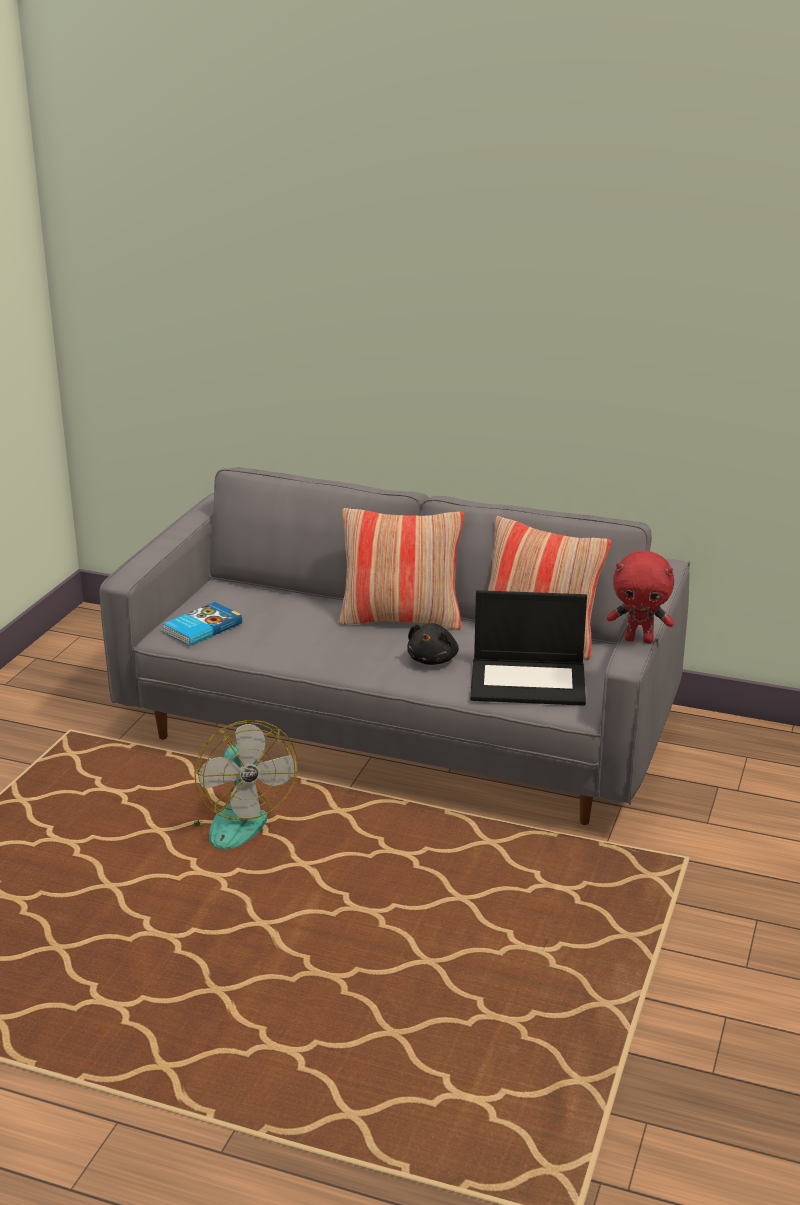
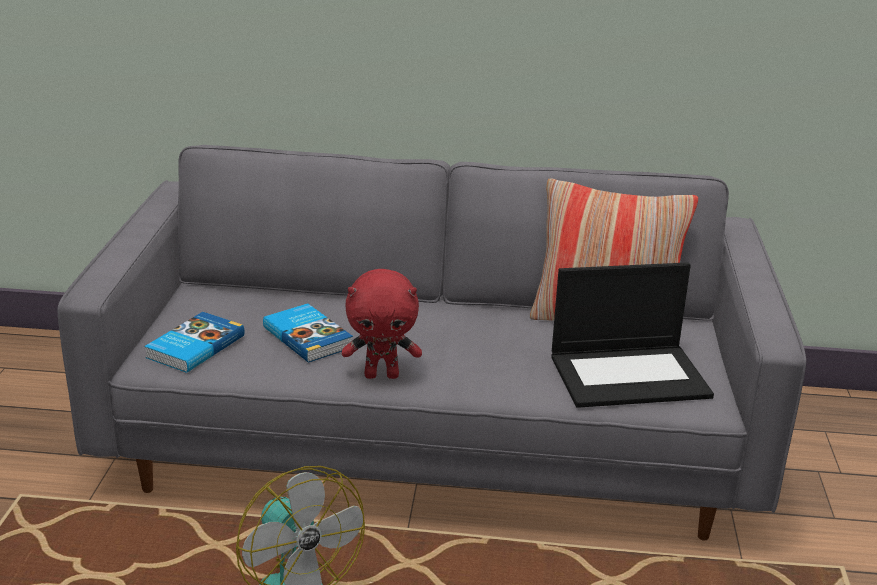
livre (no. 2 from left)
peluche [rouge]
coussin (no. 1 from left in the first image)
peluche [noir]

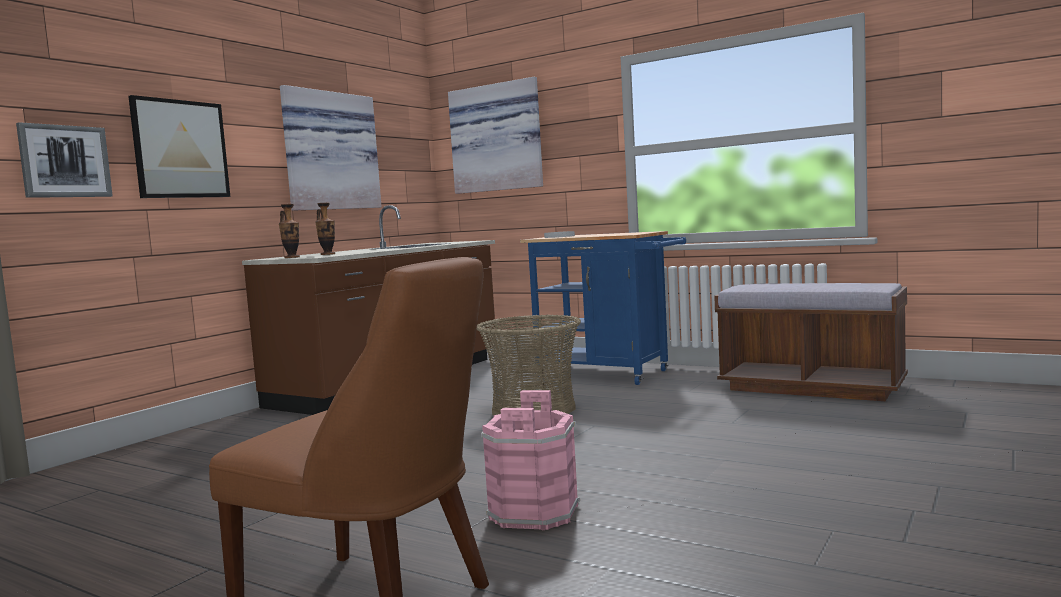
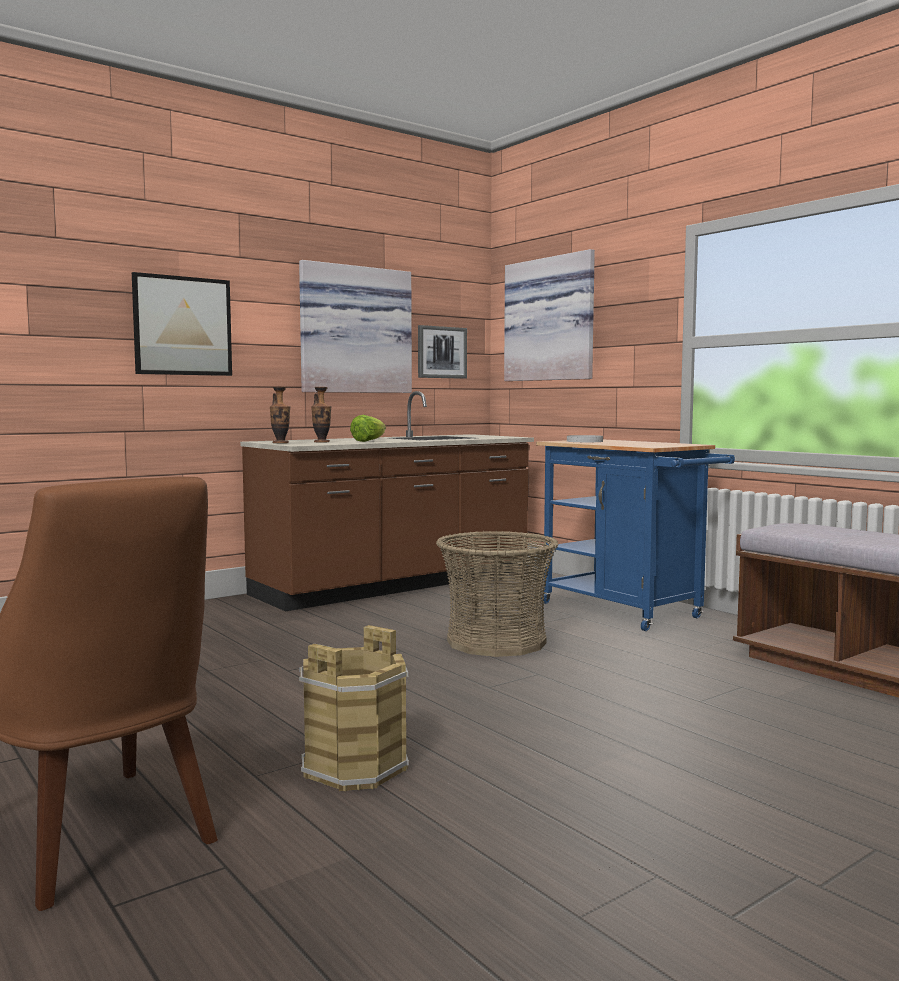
seau [marron]
laitue
tableau (no. 3 from left)

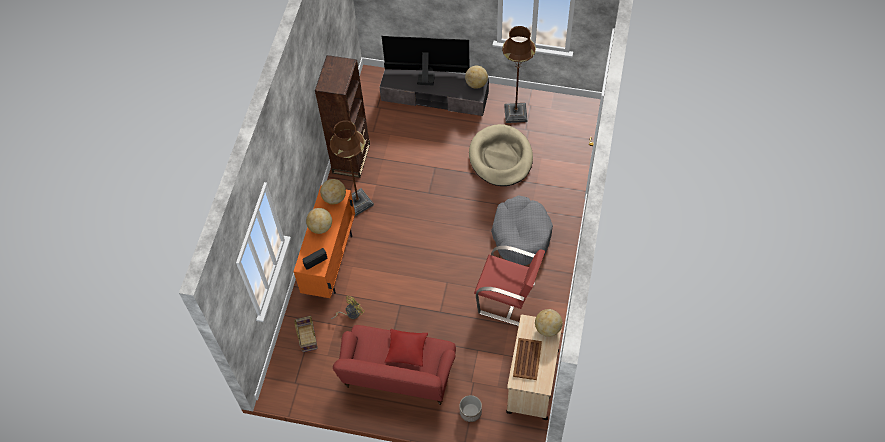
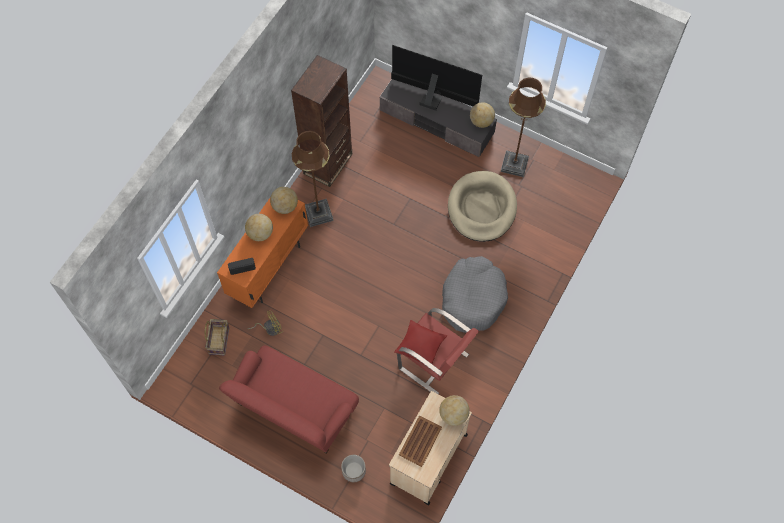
coussin [rouge]

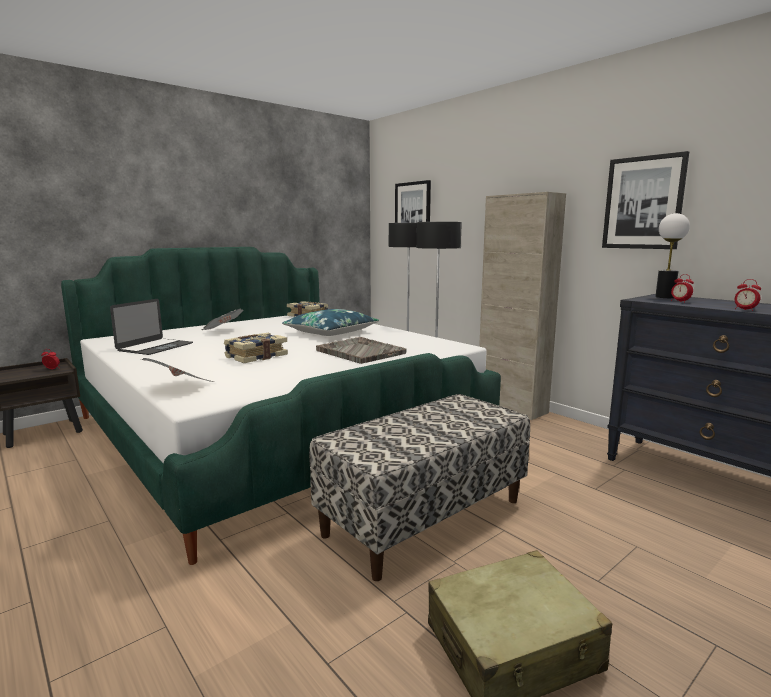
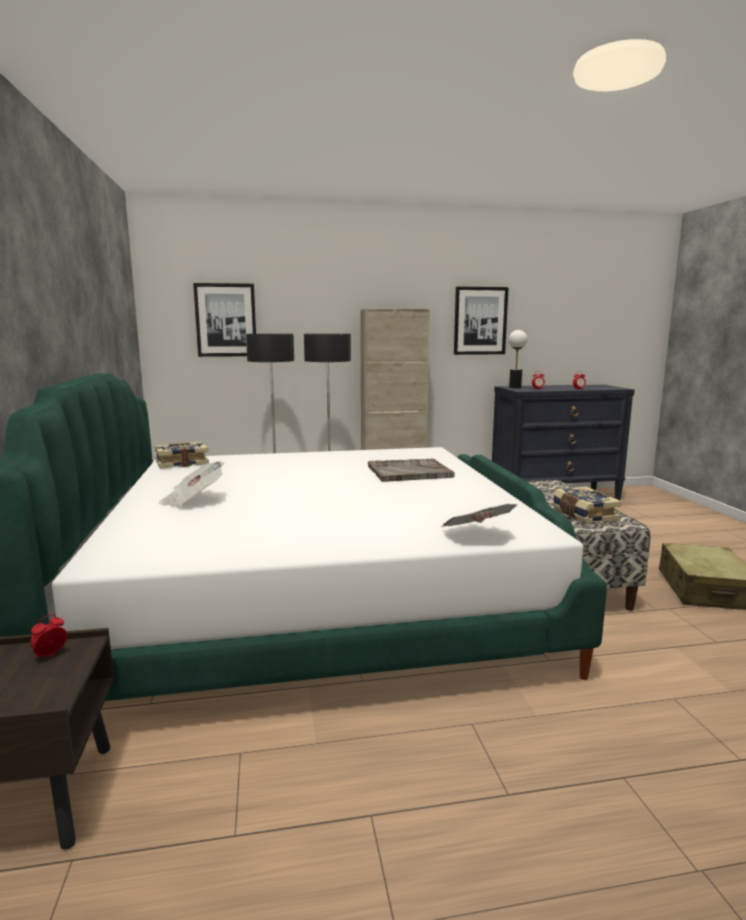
livre (no. 2 from left)
ordinateur portable
coussin [bleu]

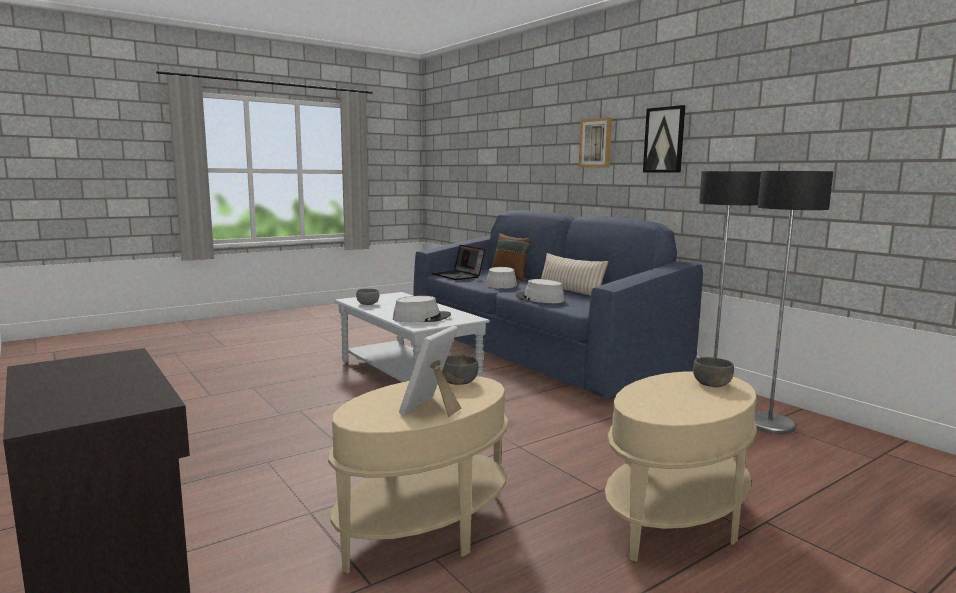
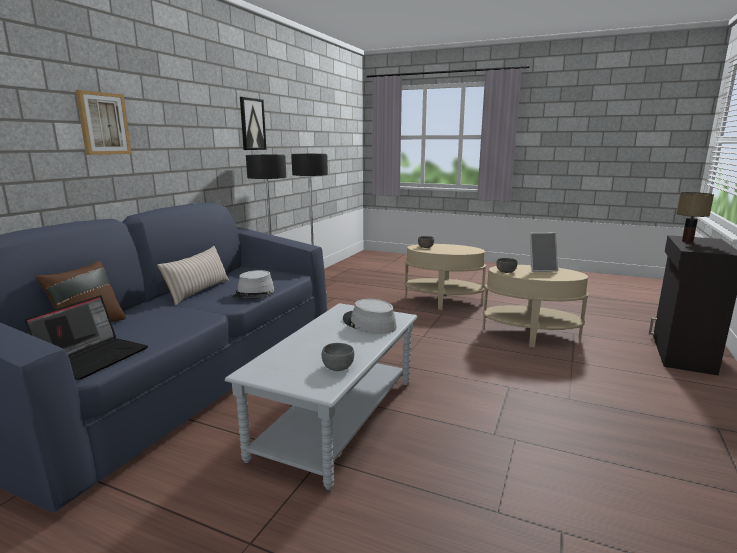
tableau (no. 2 from left)
lampe de table
chapeau [gris] (no. 2 from left in the first image)

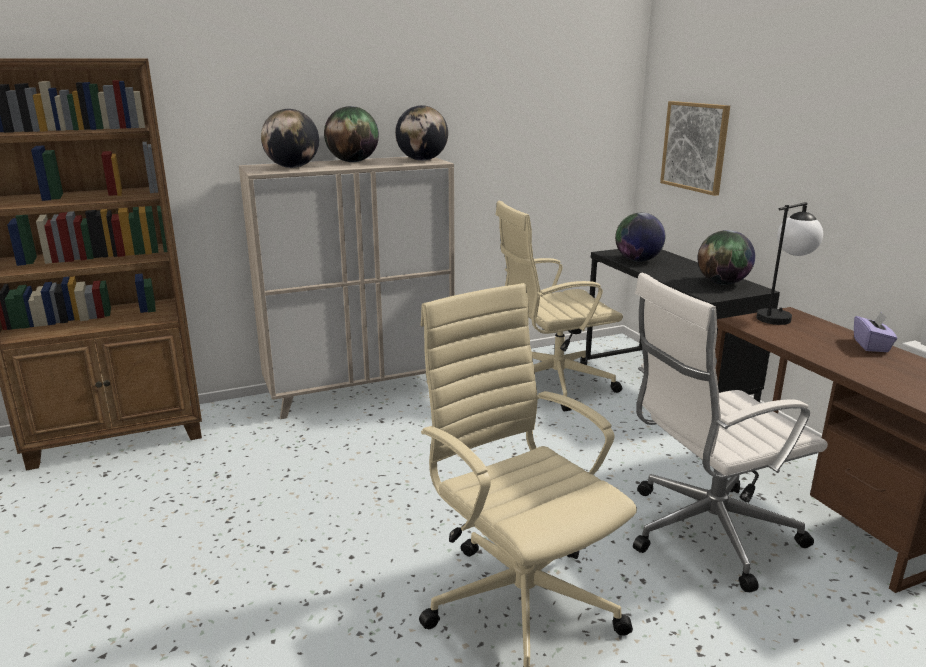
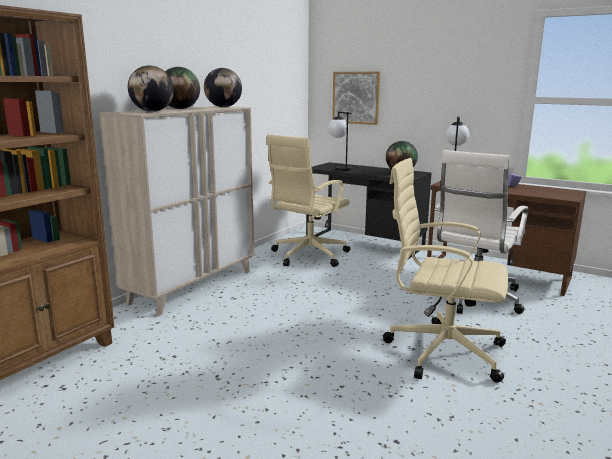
lampe de table (no. 1 from left)

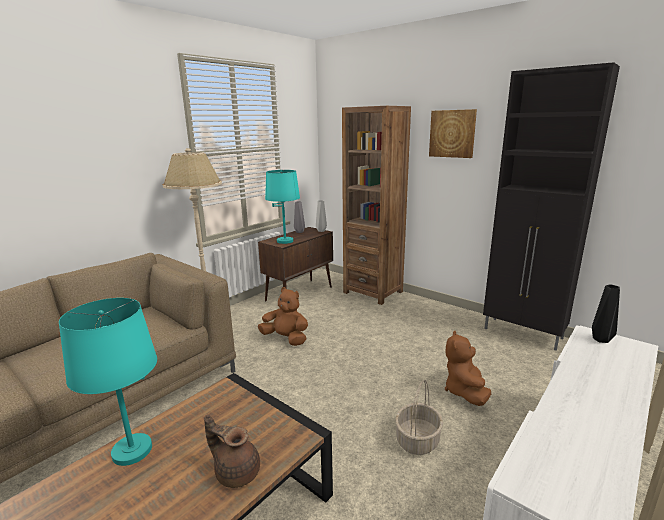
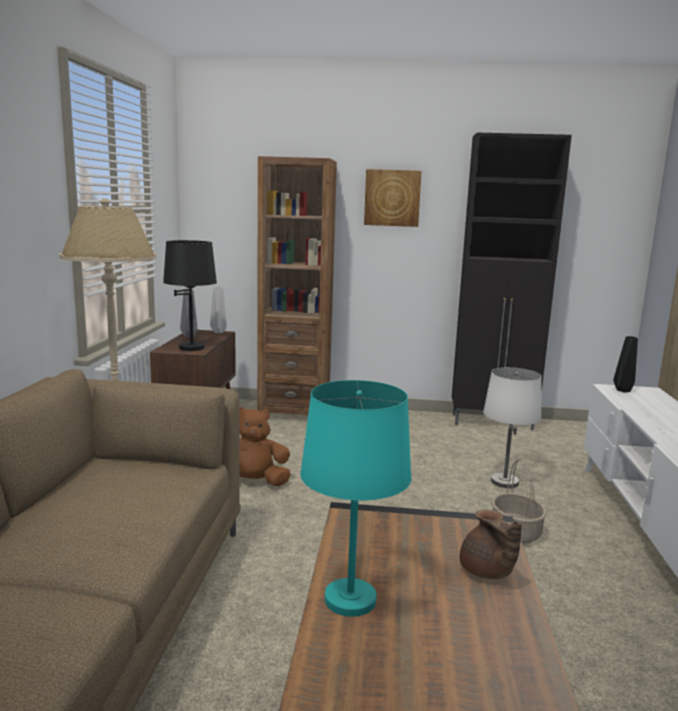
lampe de table [noir]
théière [marron]
lampe de table [blanc]

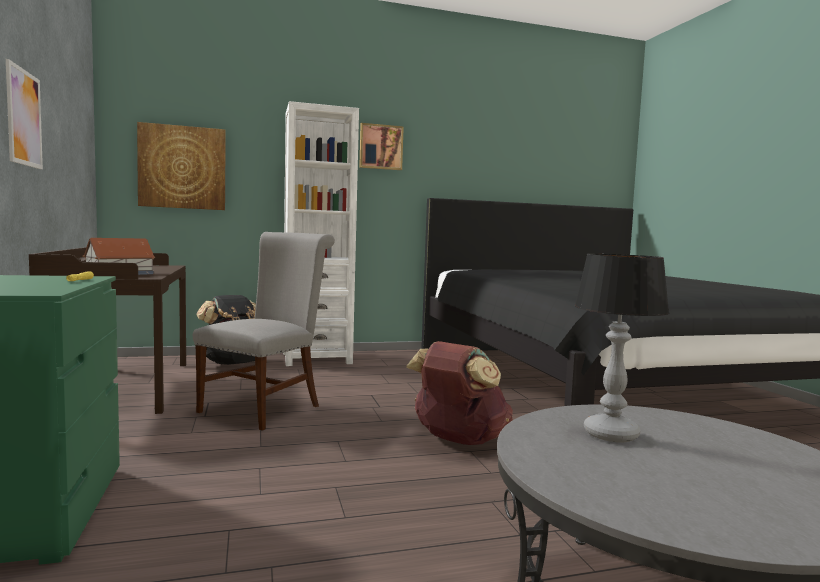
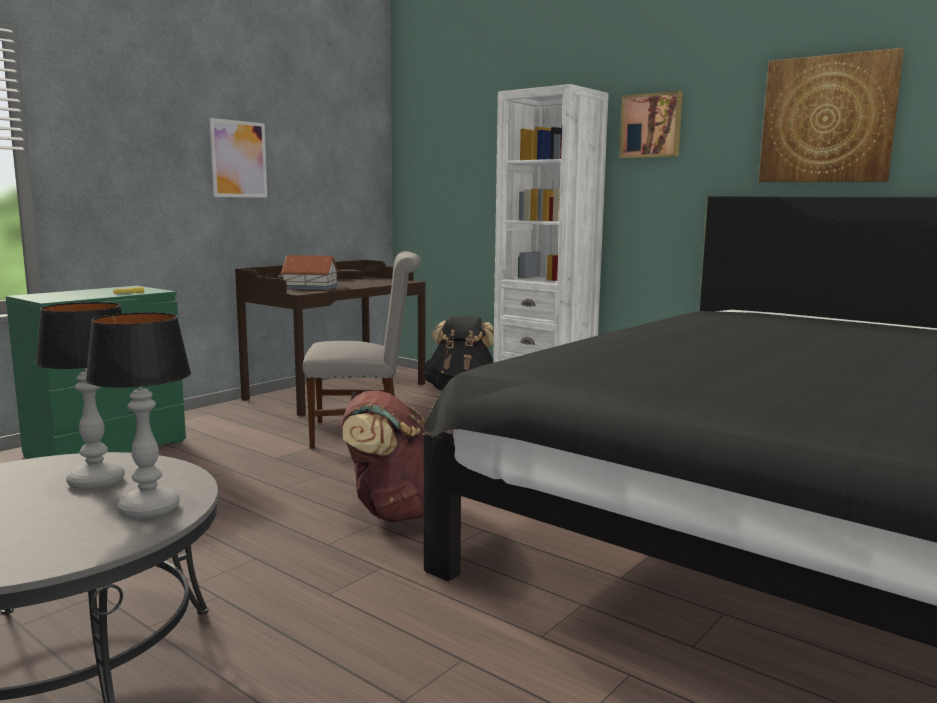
lampe de table (no. 2 from left)
tableau (no. 3 from left)

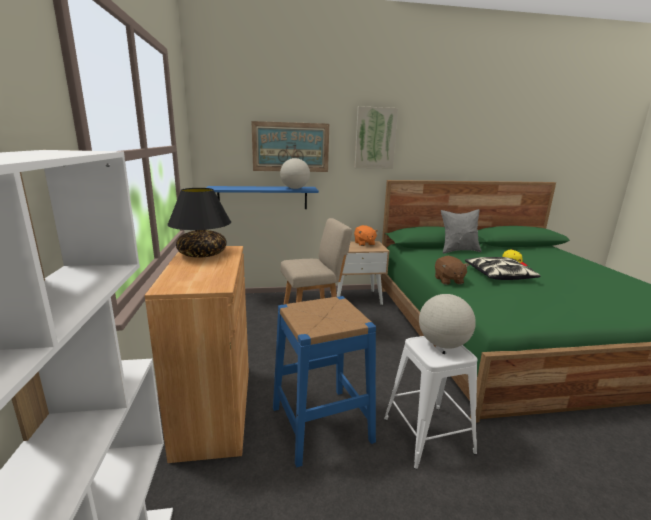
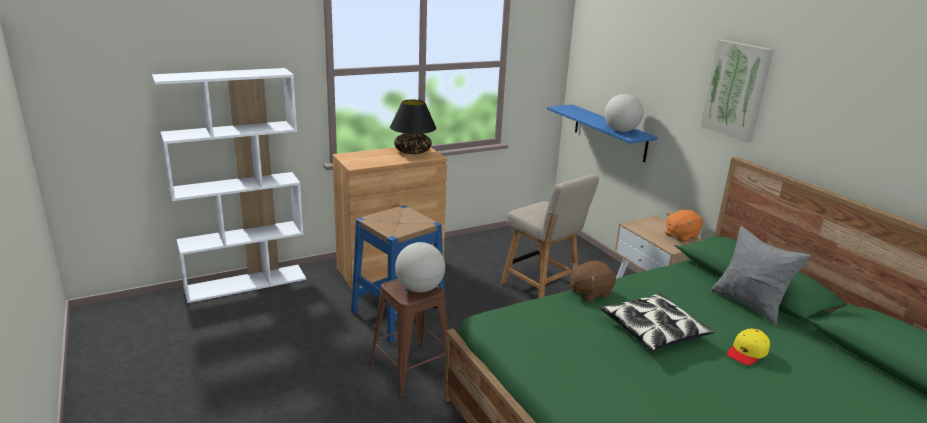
tabouret [marron]
tableau (no. 1 from left in the first image)

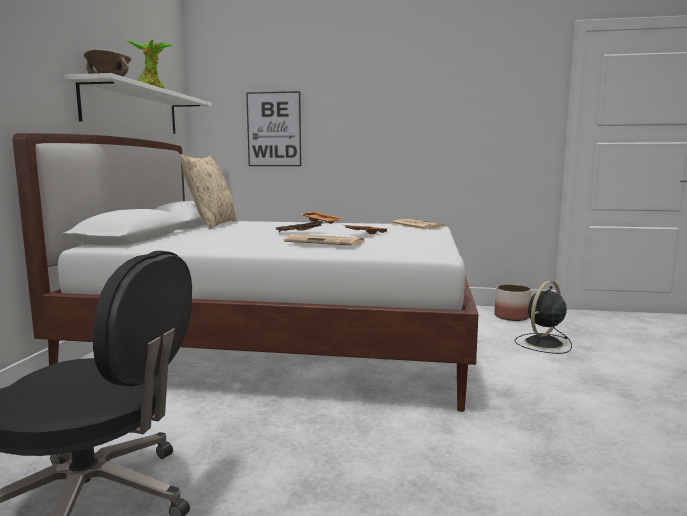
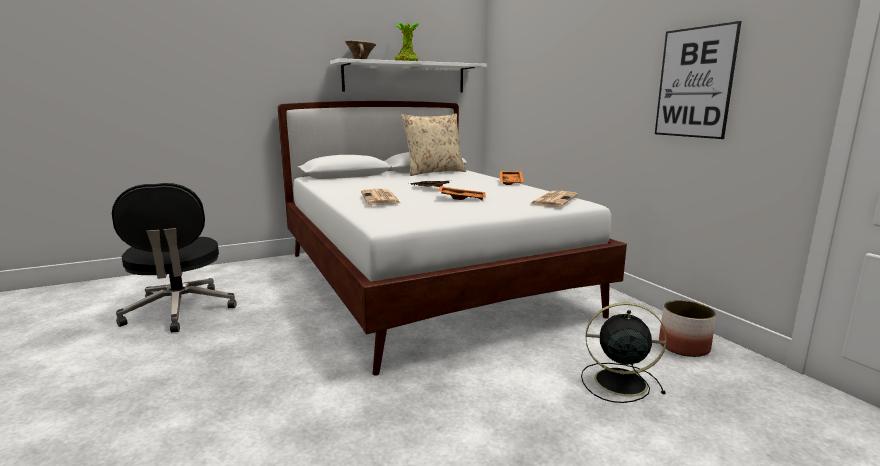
tableau

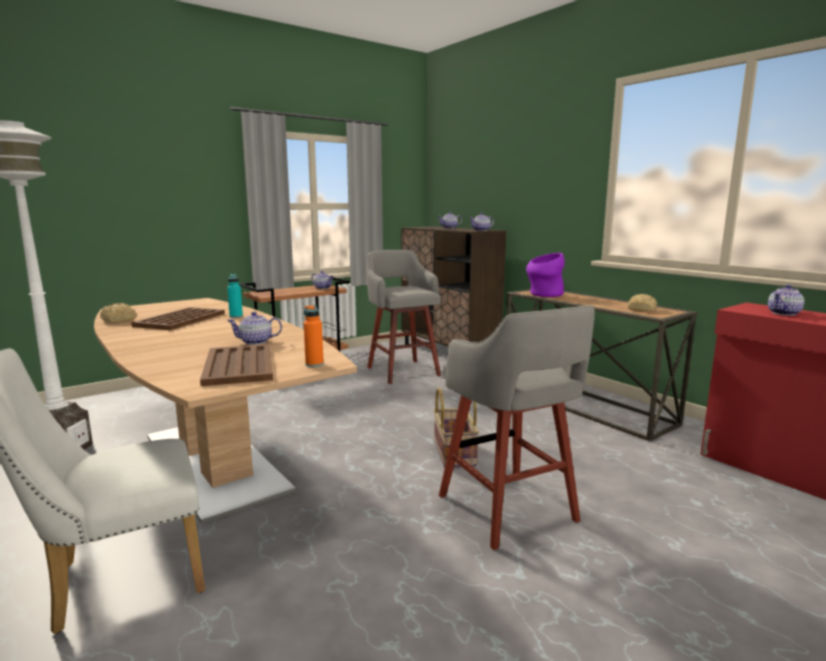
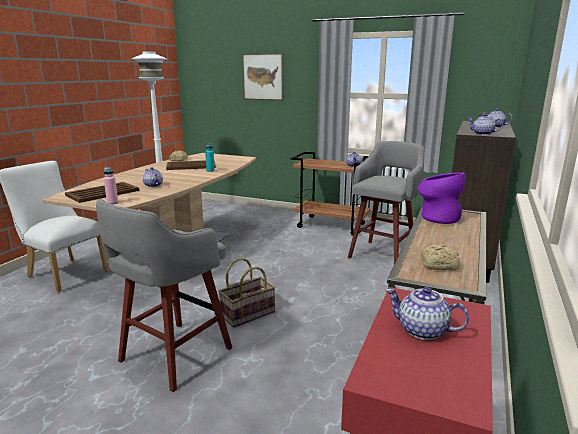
bouteille [rose]
tableau

